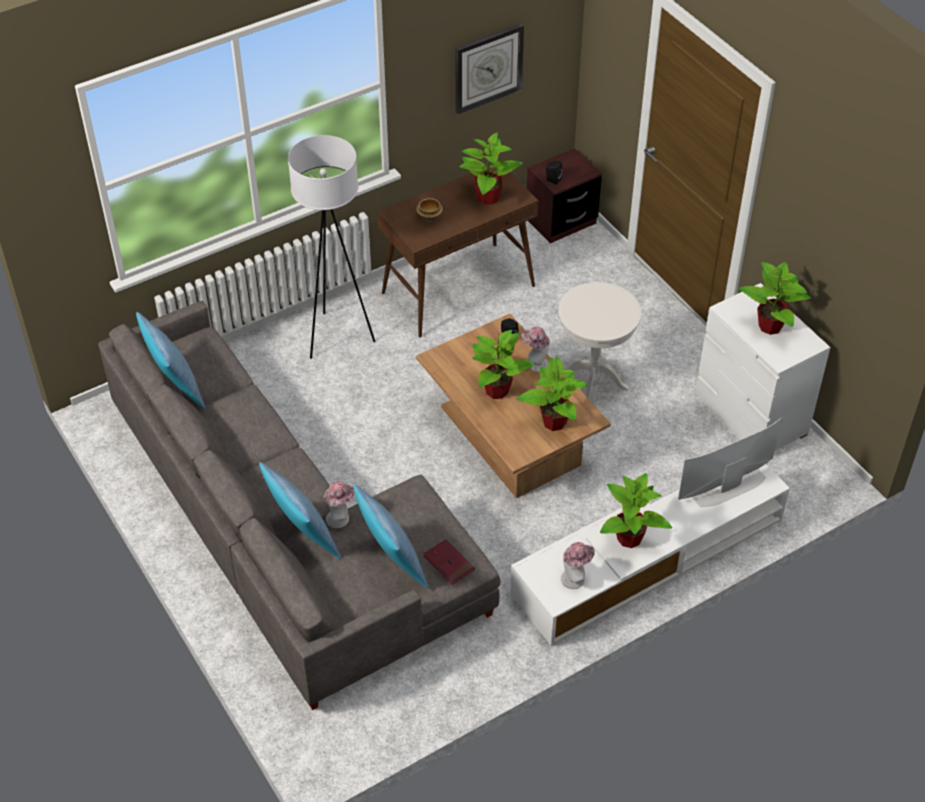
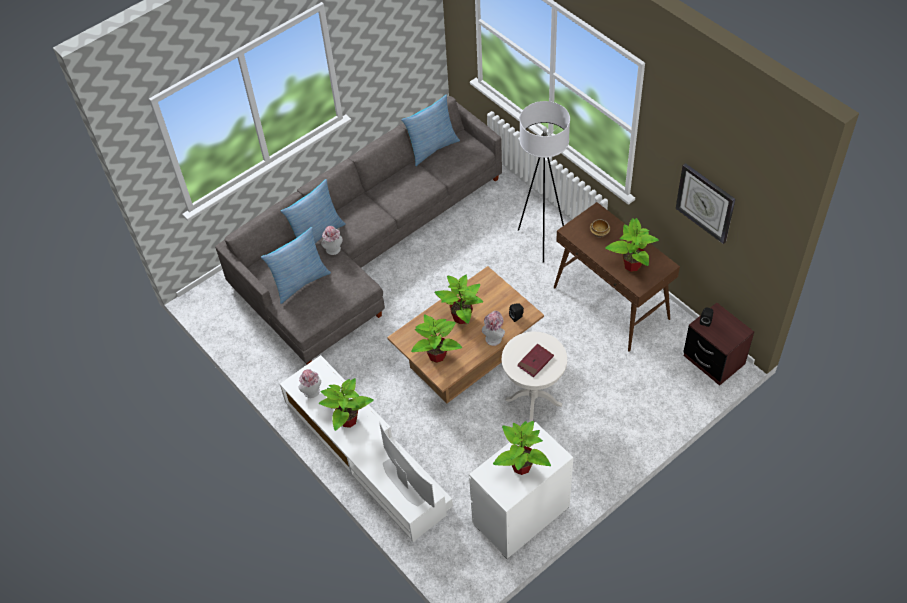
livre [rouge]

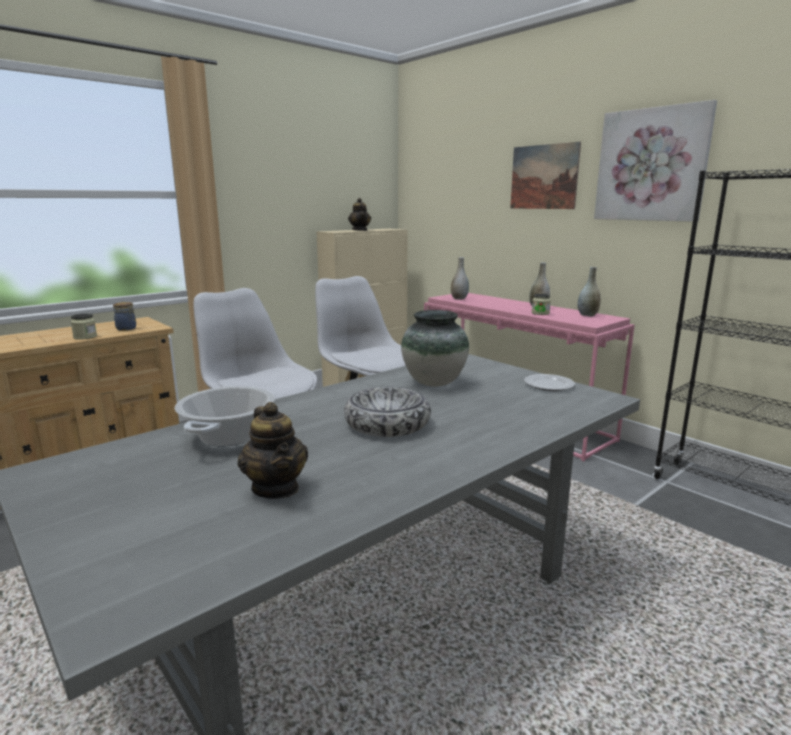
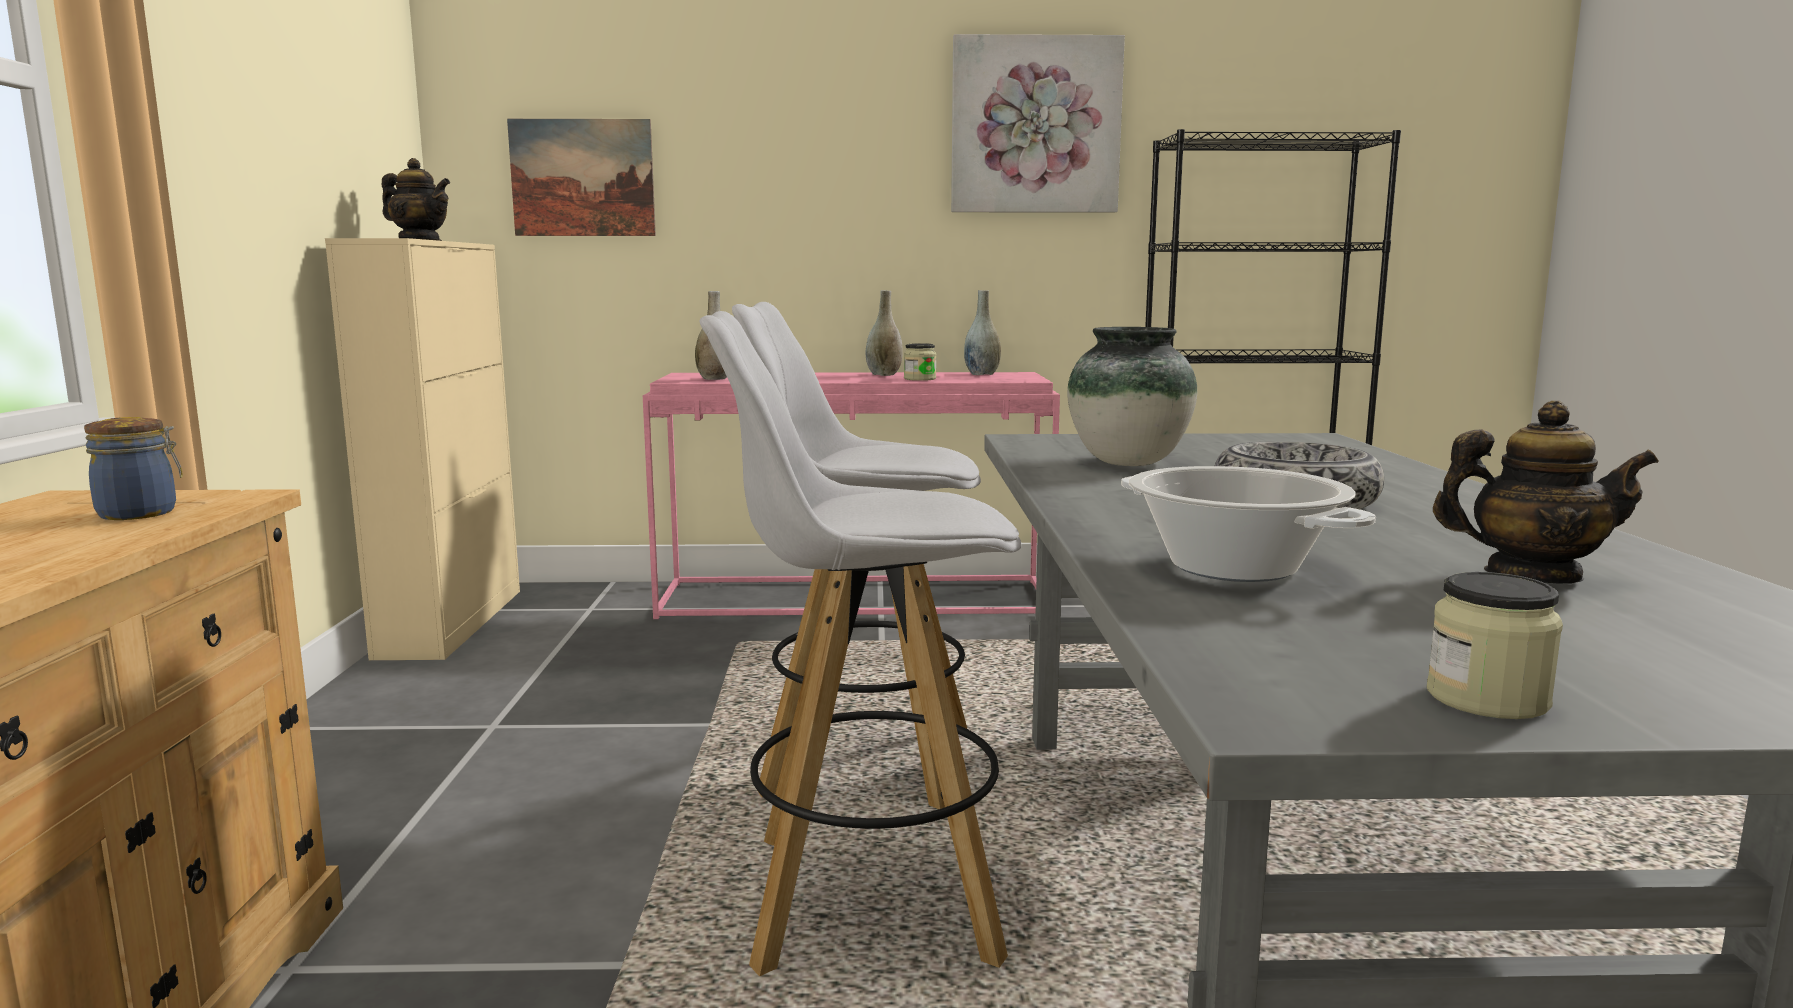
tableau (no. 1 from left)
bocal (no. 3 from left)
assiette

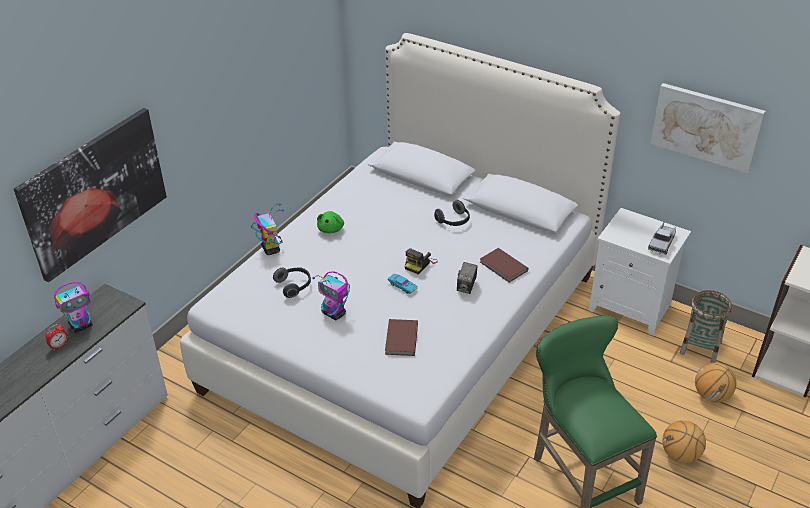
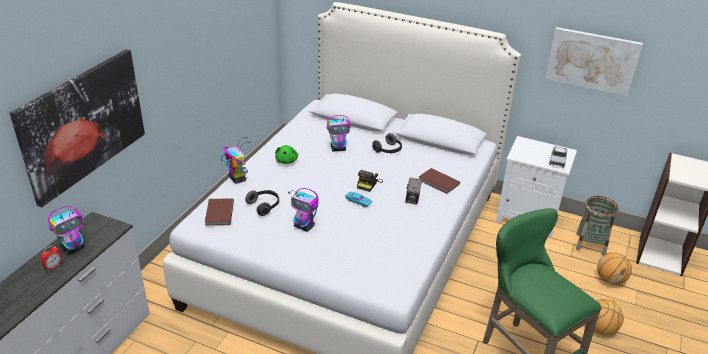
livre [marron] (no. 1 from left)
robot jouet (no. 4 from left)

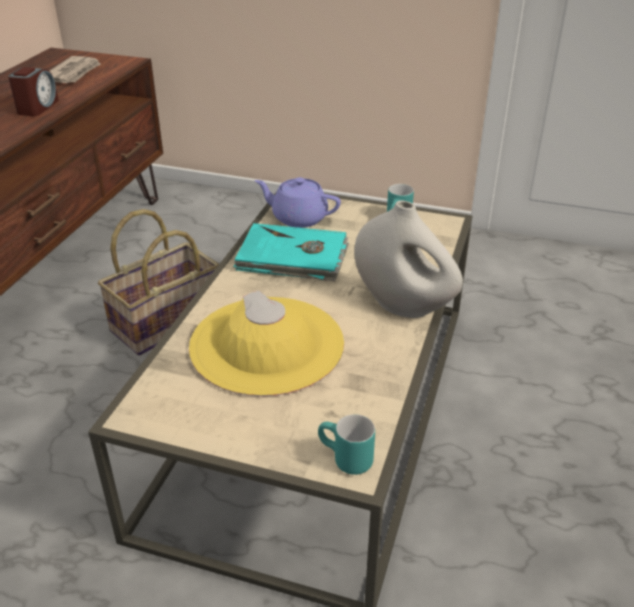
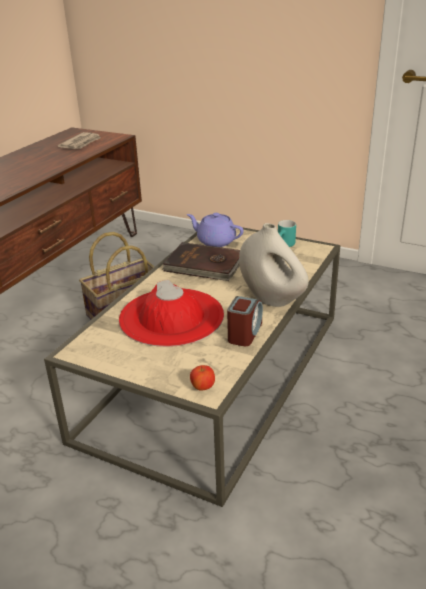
chapeau [rouge]
livre [marron]
pomme
réveil

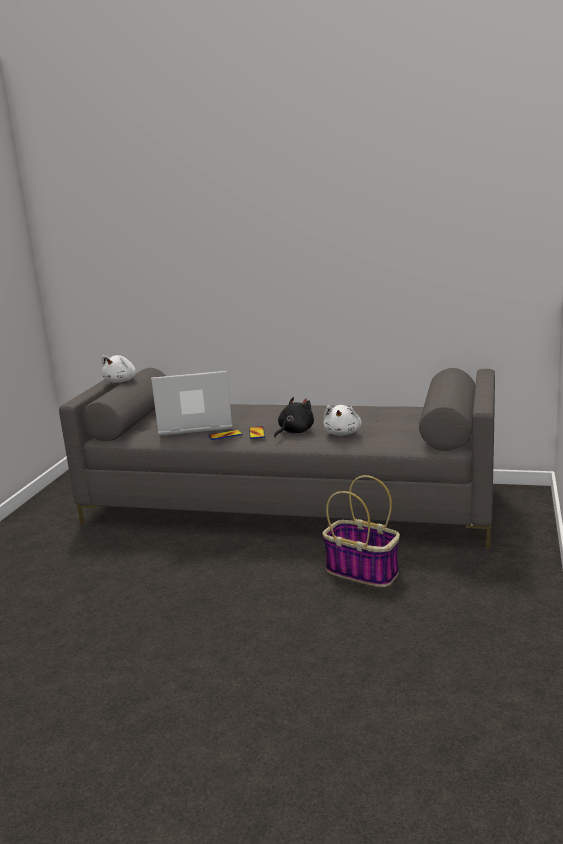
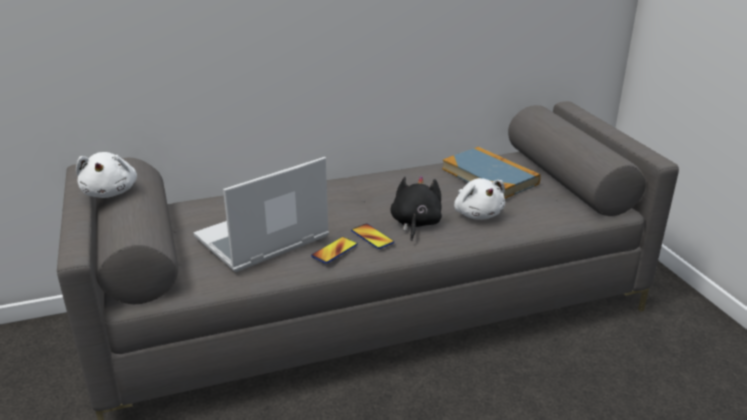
livre
panier

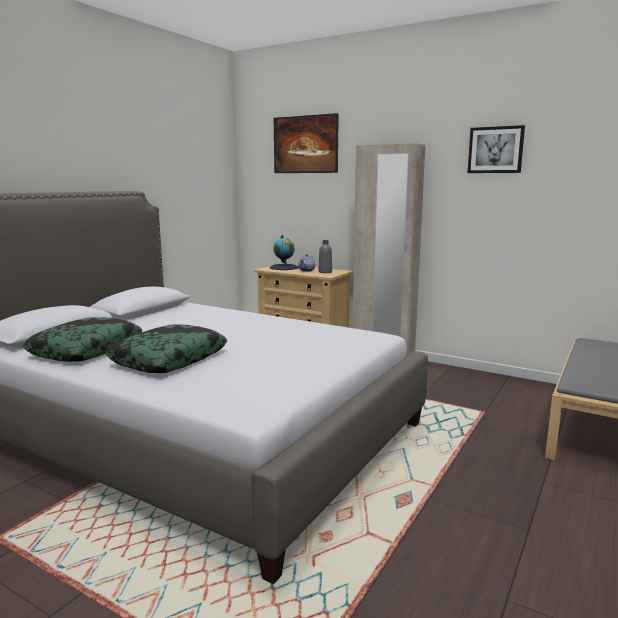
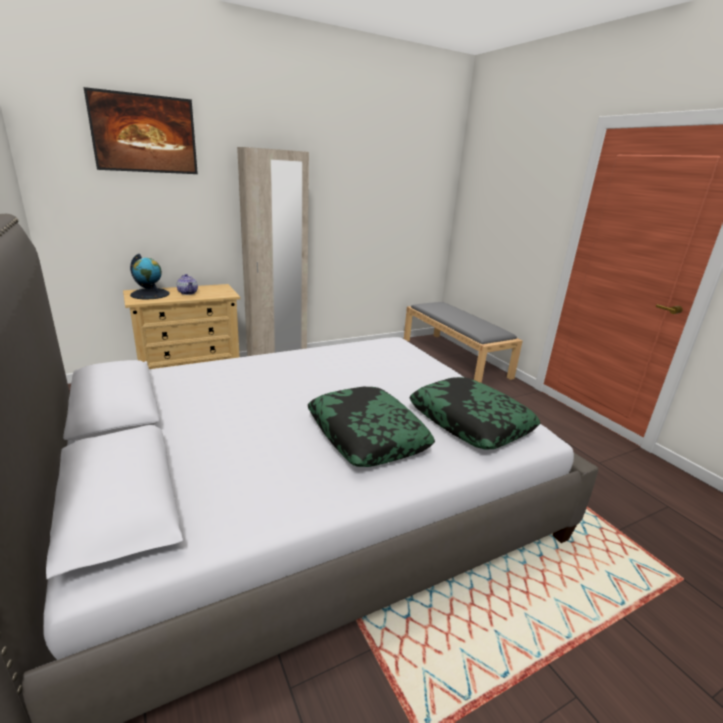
coussin (no. 2 from left)
bouteille [gris]
tableau (no. 2 from left in the first image)

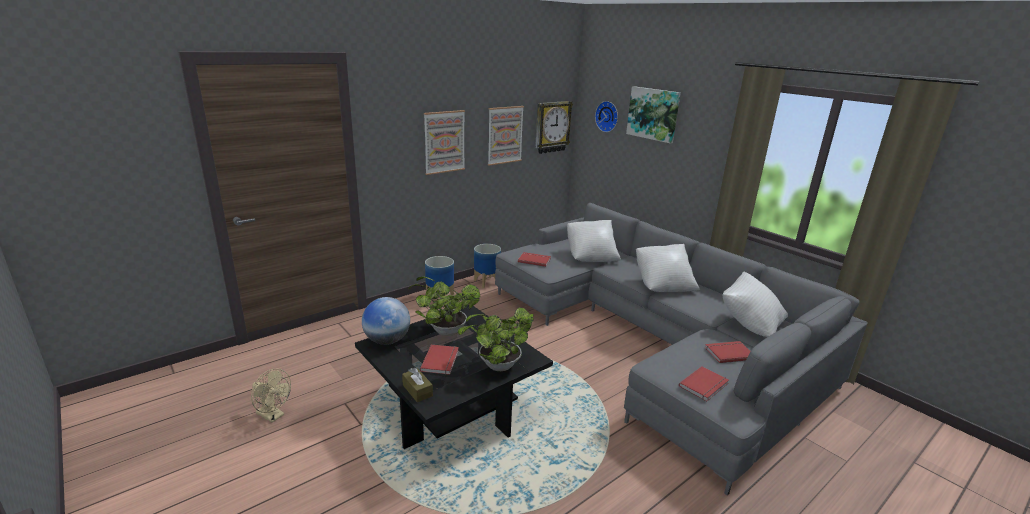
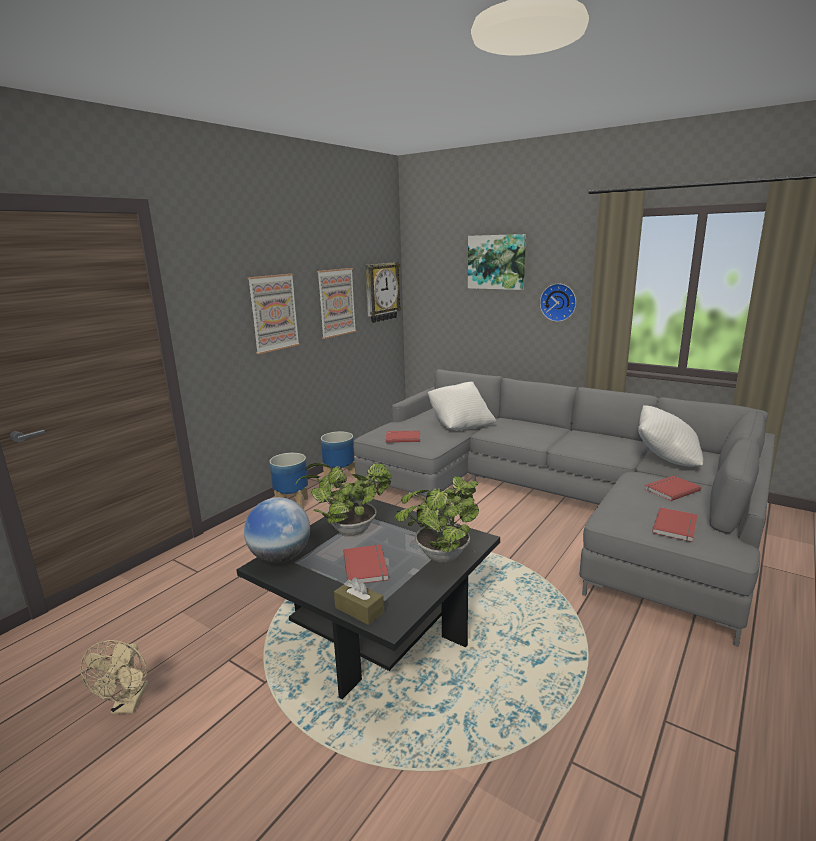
ventilateur [beige]
horloge murale (no. 2 from left)
coussin [blanc] (no. 2 from left in the first image)

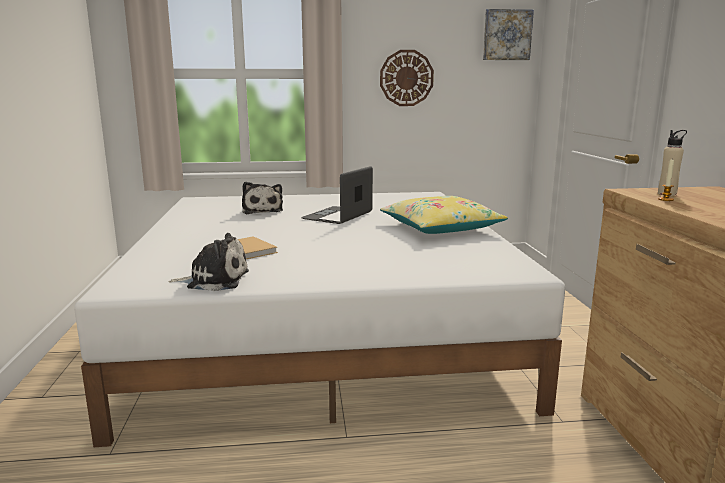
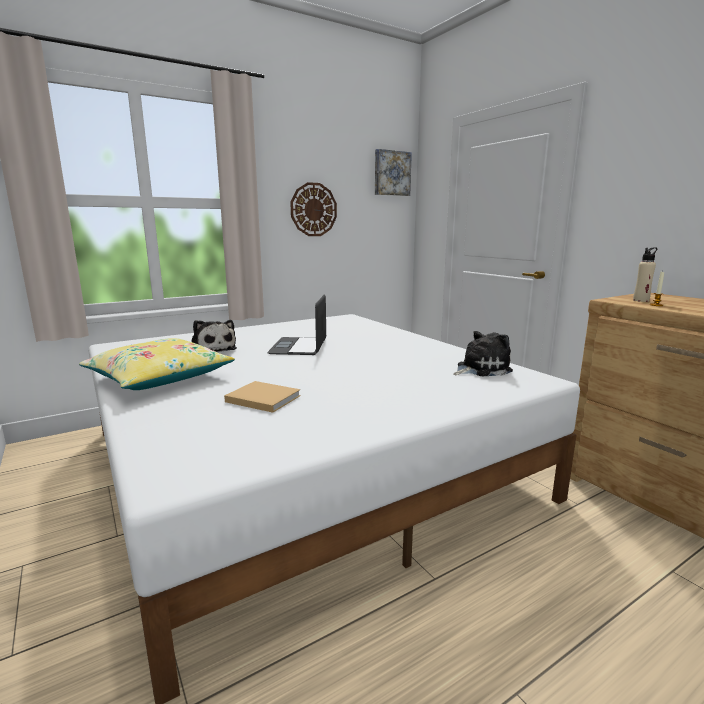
coussin [jaune]
peluche (no. 2 from left)

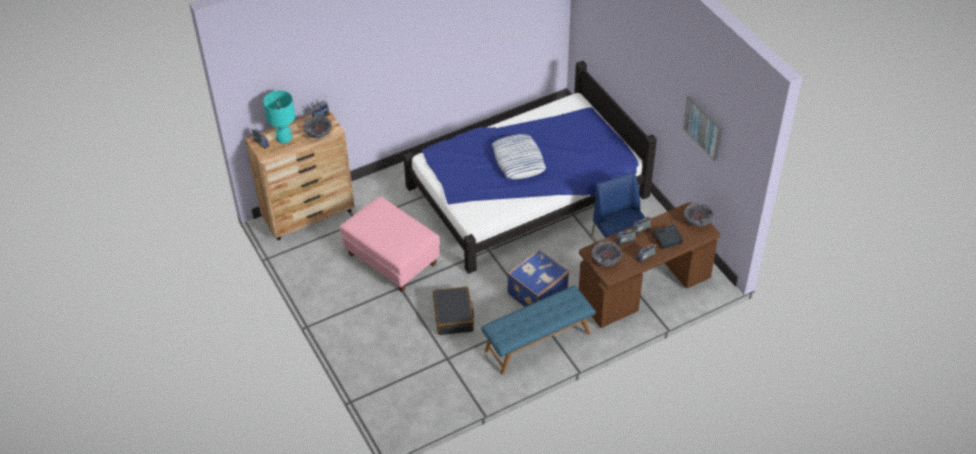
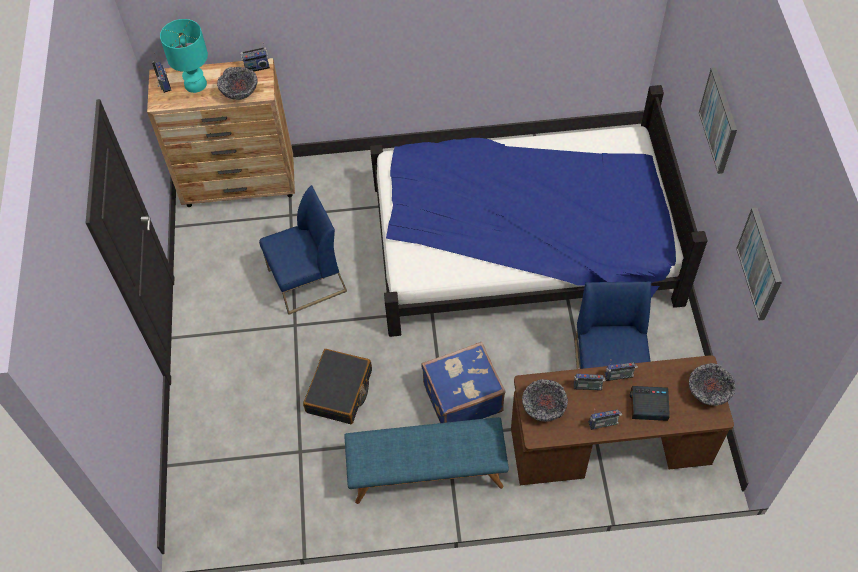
chaise [bleu] (no. 1 from left)
tableau (no. 1 from left)
coussin

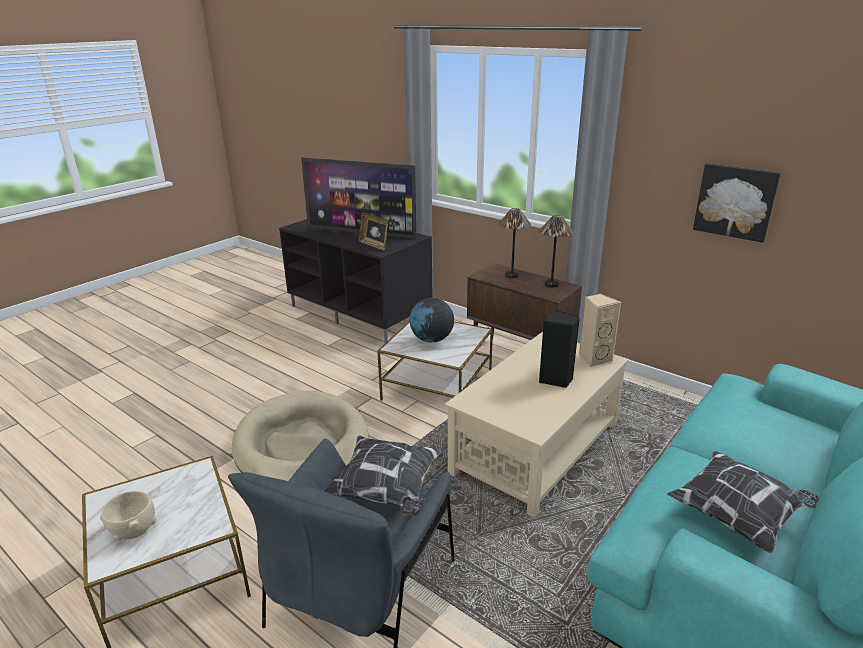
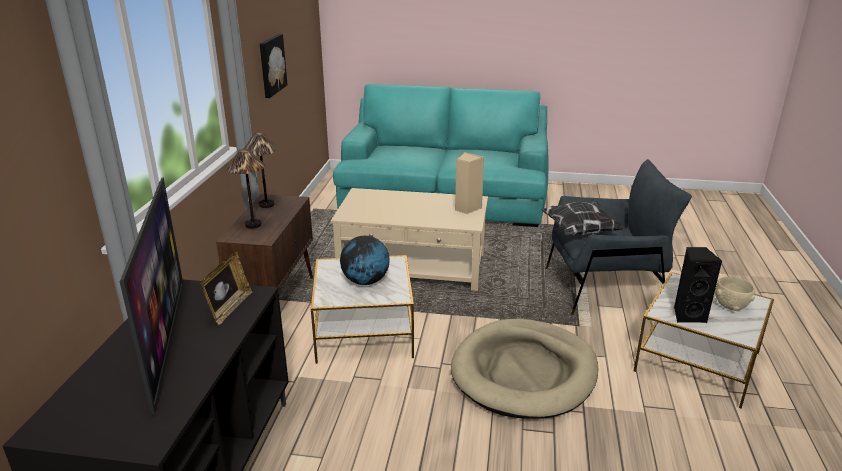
enceinte [beige]
enceinte [noir]
coussin (no. 2 from left in the first image)

